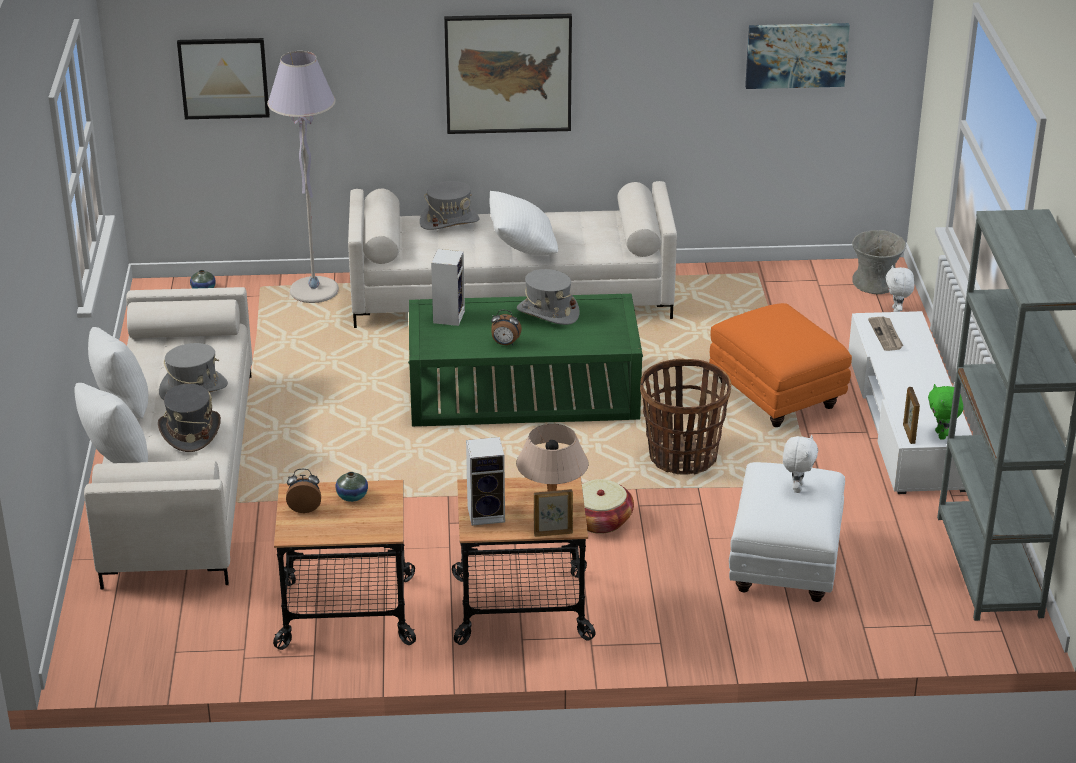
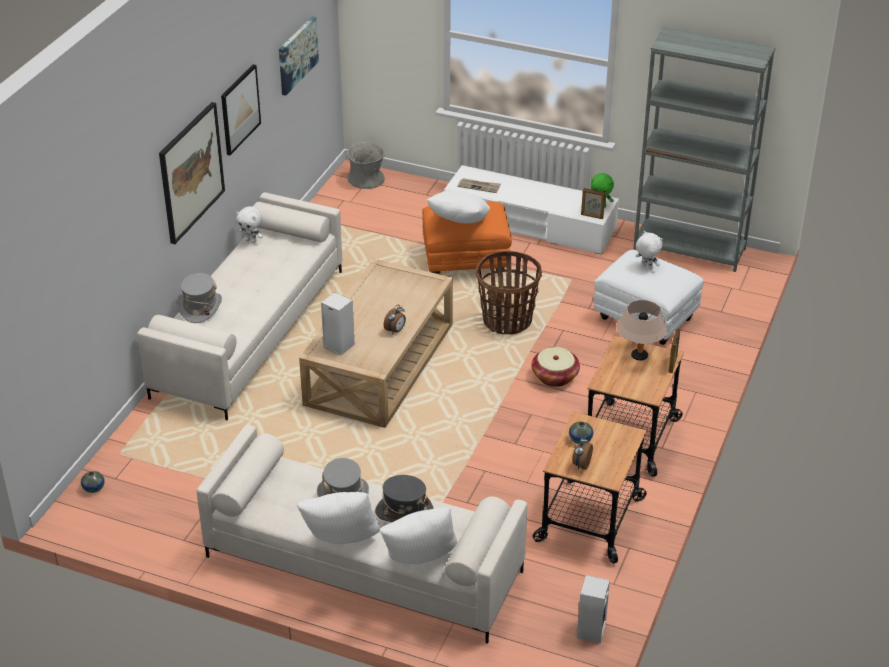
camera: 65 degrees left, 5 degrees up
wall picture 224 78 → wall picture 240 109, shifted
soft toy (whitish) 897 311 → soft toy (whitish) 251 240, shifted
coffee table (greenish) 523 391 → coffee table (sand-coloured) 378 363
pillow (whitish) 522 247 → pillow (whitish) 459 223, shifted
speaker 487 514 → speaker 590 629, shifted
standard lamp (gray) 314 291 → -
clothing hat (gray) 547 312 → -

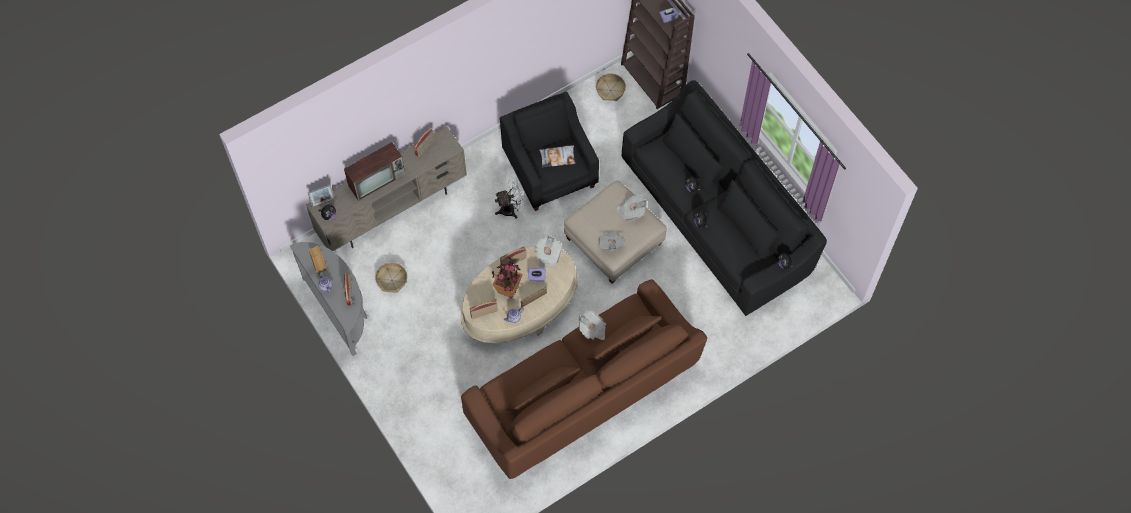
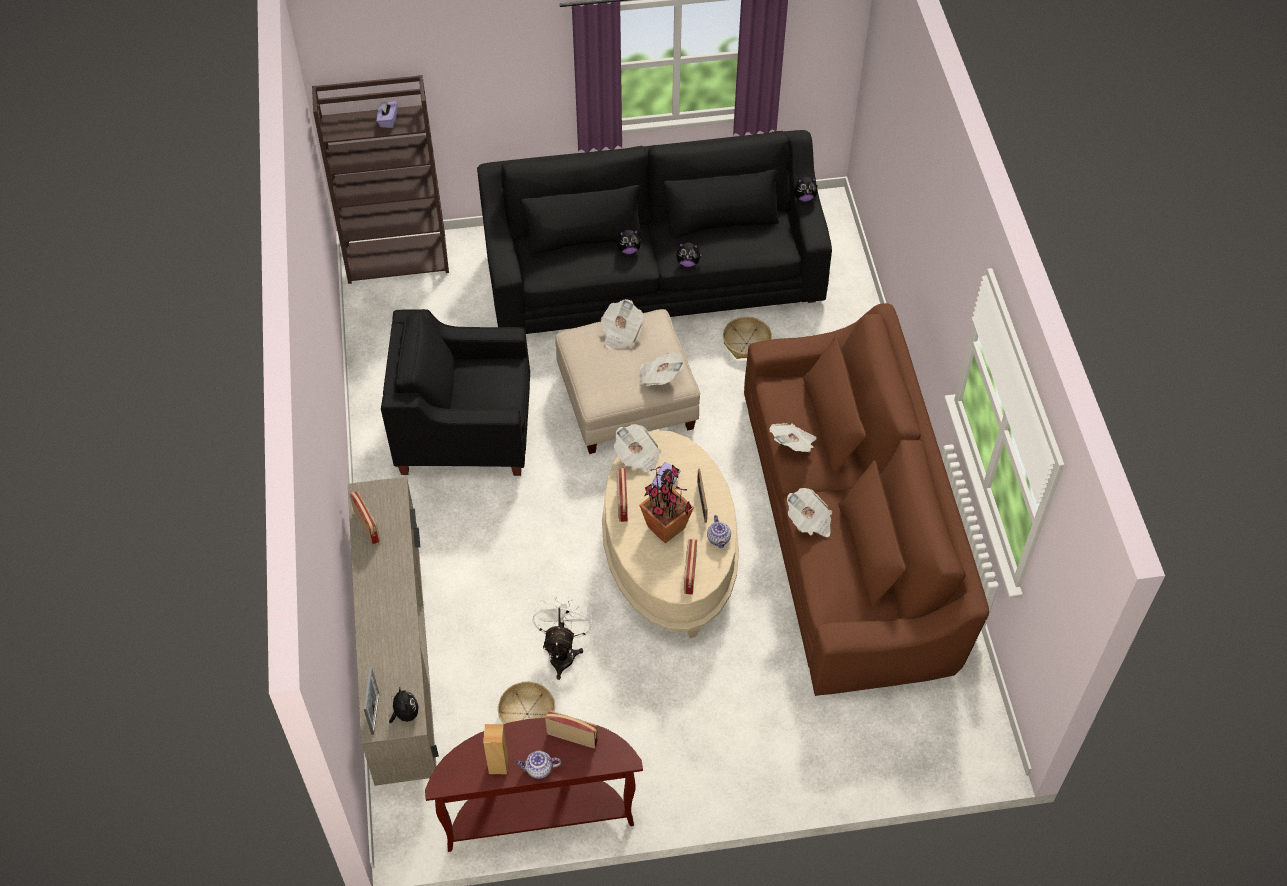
camera: 65 degrees left, 10 degrees down
console table (gray) 340 310 → console table (brown-coloured) 538 812
cooling fan (whitish) 511 209 → cooling fan (whitish) 562 652, shifted
storage basket 610 90 → storage basket 746 343, shifted
- → newspaper 809 521
TV set 377 179 → -
pillow 557 157 → -

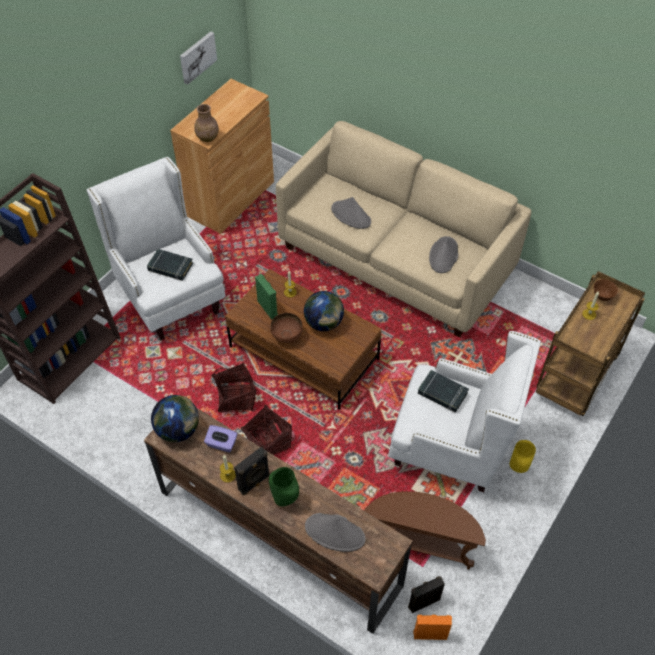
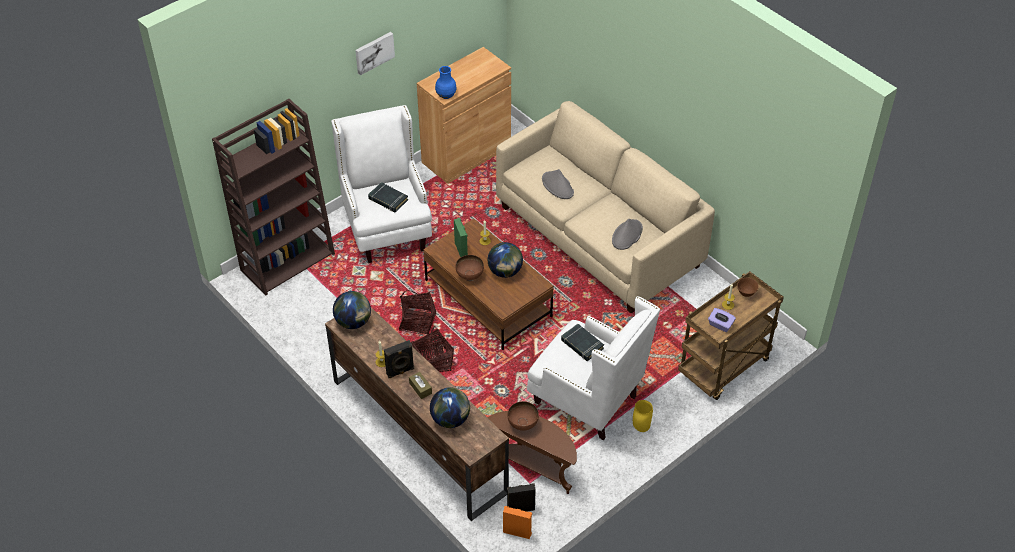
camera: 15 degrees right, 5 degrees down
wall picture 197 57 → wall picture 374 52, shifted
decorative vase (greenish) 285 499 → tissue holder (brown-coloured) 420 388
clothing hat (gray) 335 532 → world globe 450 419
decorative vase (brown-coloured) 208 138 → decorative vase (blue) 446 95
- → deep dish (brown-coloured) 523 425
tissue holder (purple-coloured) 221 444 → tissue holder (purple-coloured) 720 325, shifted

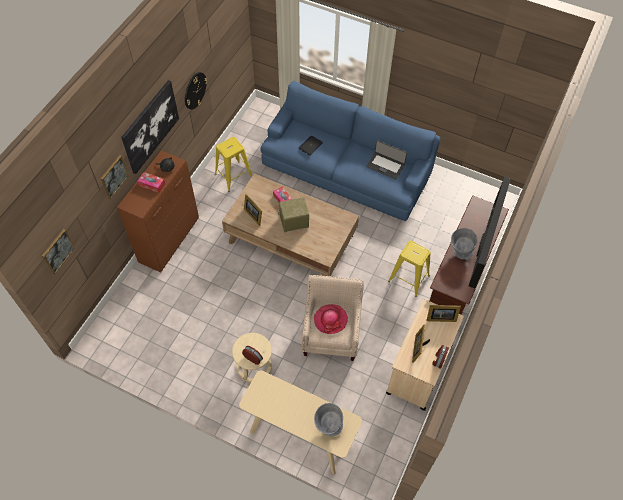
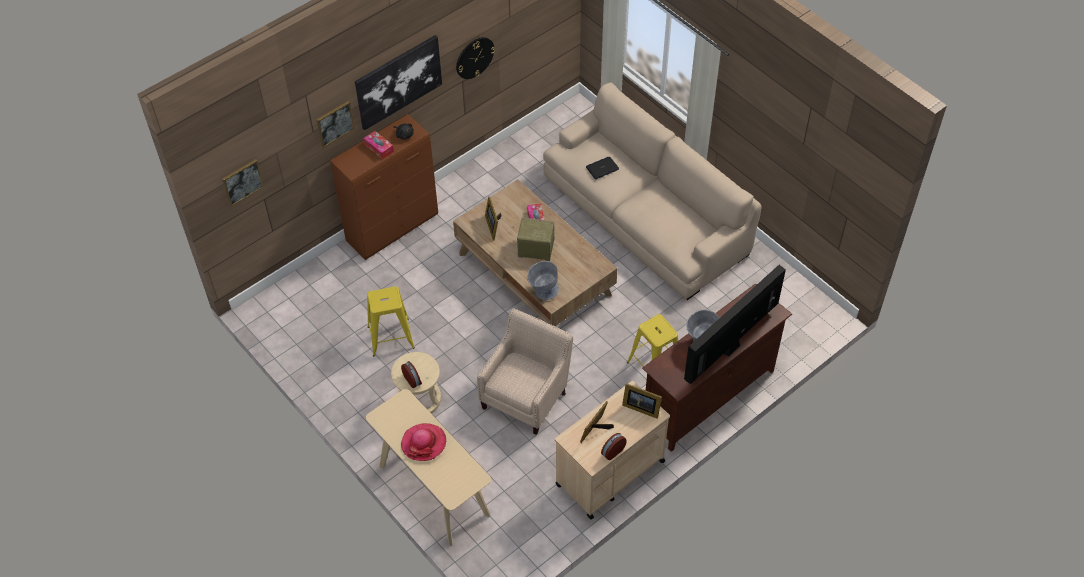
camera: 25 degrees right, 5 degrees down
stool (yellow-coloured) 233 176 → stool (yellow-coloured) 391 337, shifted
clothing hat 330 319 → clothing hat 424 443, shifted
deep dish (gray) 327 426 → deep dish (gray) 542 291, shifted
sofa (blue) 346 170 → sofa (sand-coloured) 645 216
notebook computer 385 165 → -

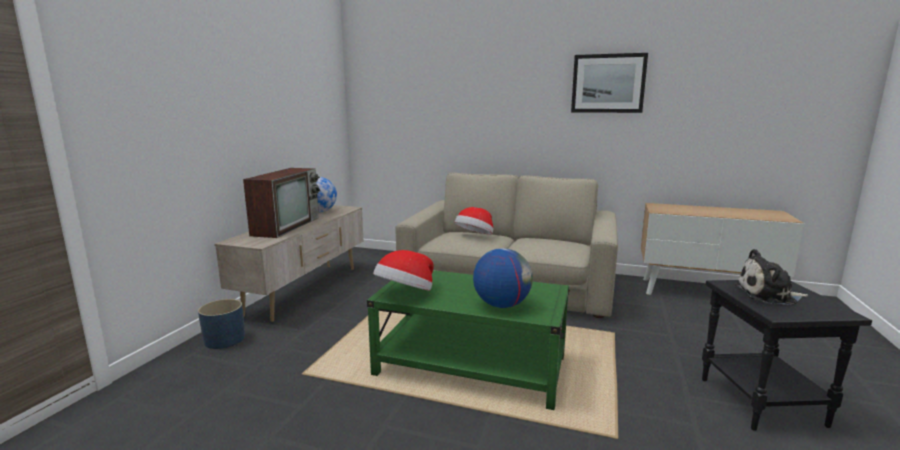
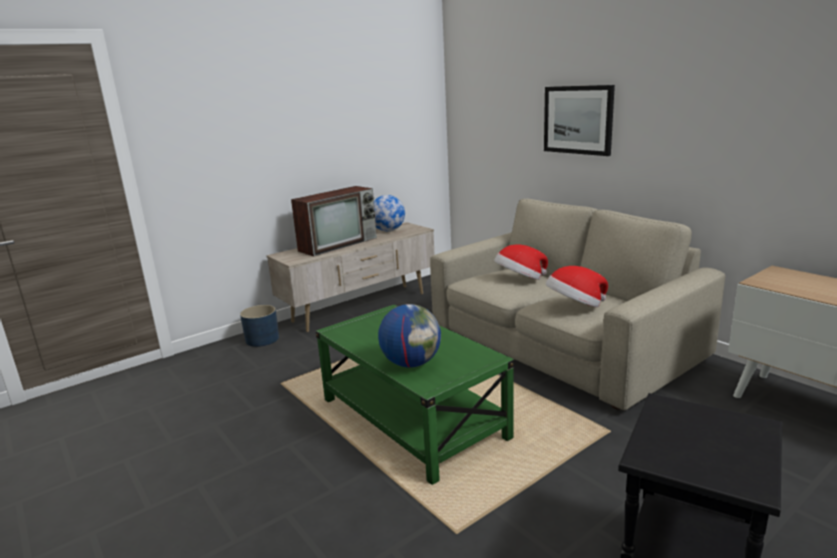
camera: 35 degrees right, 5 degrees up
wall picture 608 83 → wall picture 578 120, shifted
clothing hat 405 294 → clothing hat 575 306, shifted
soft toy 769 295 → -

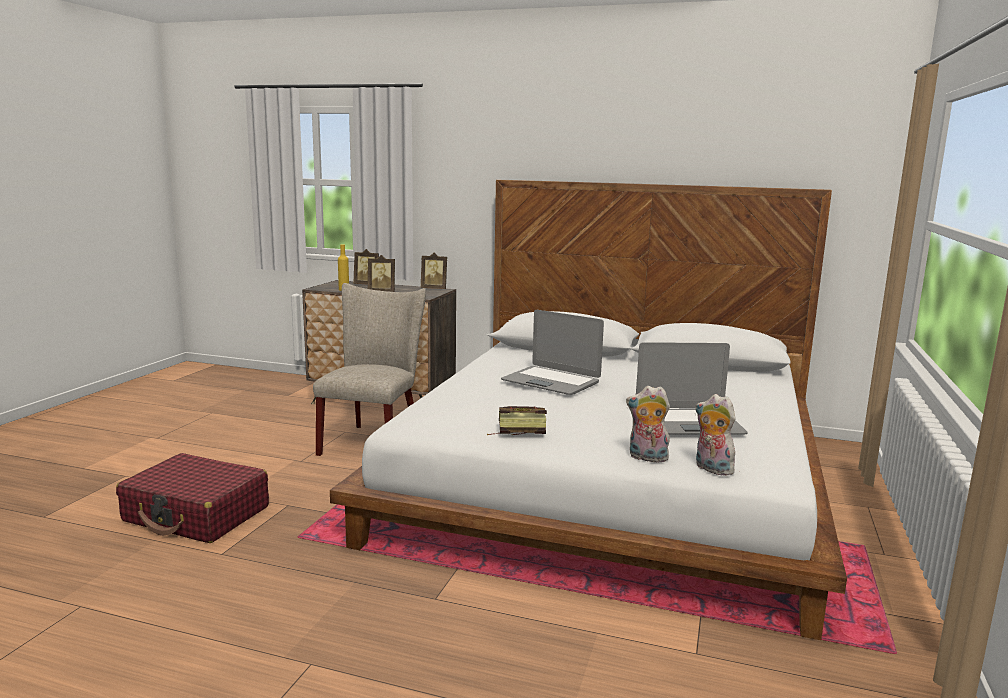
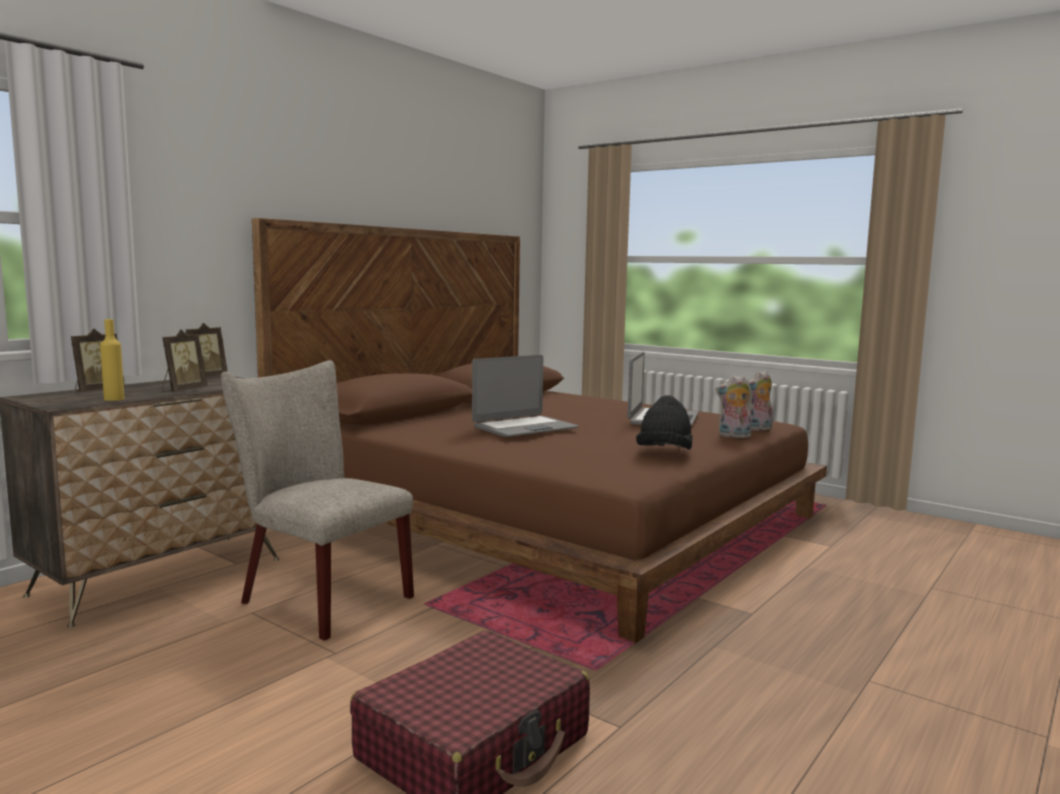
camera: 70 degrees left, 5 degrees down
bedroom bed (whitish) 608 483 → bedroom bed (brown-coloured) 551 517
bound book 516 432 → clothing hat (black-coloured) 664 453
soft toy 646 458 → soft toy 733 436, 60 degrees clockwise

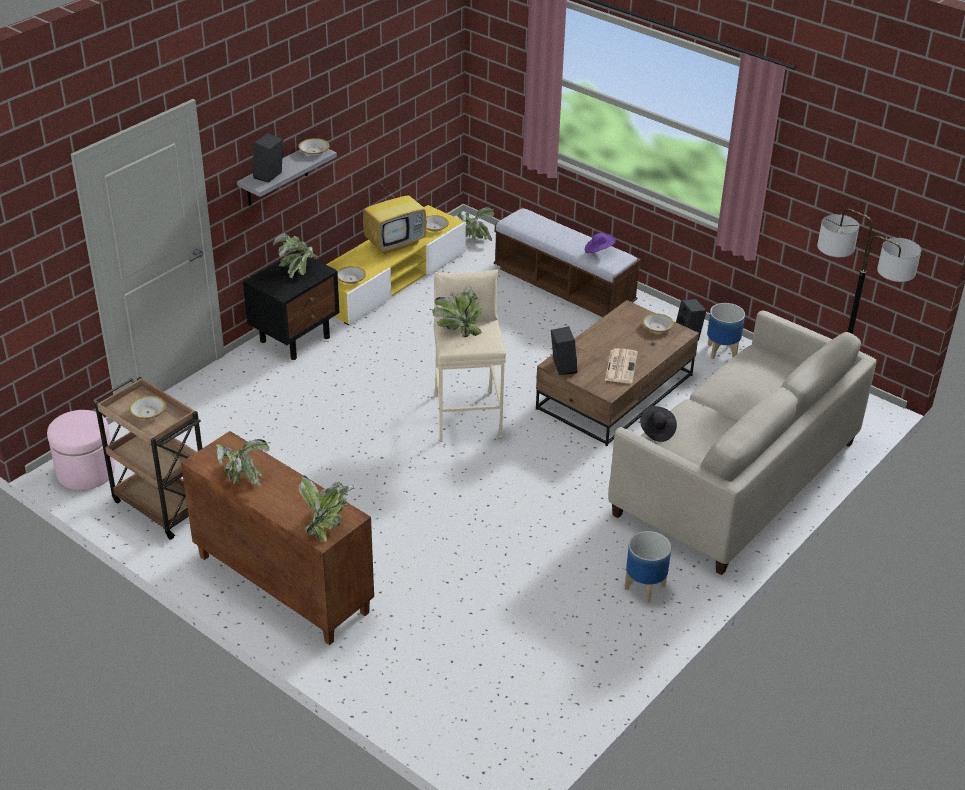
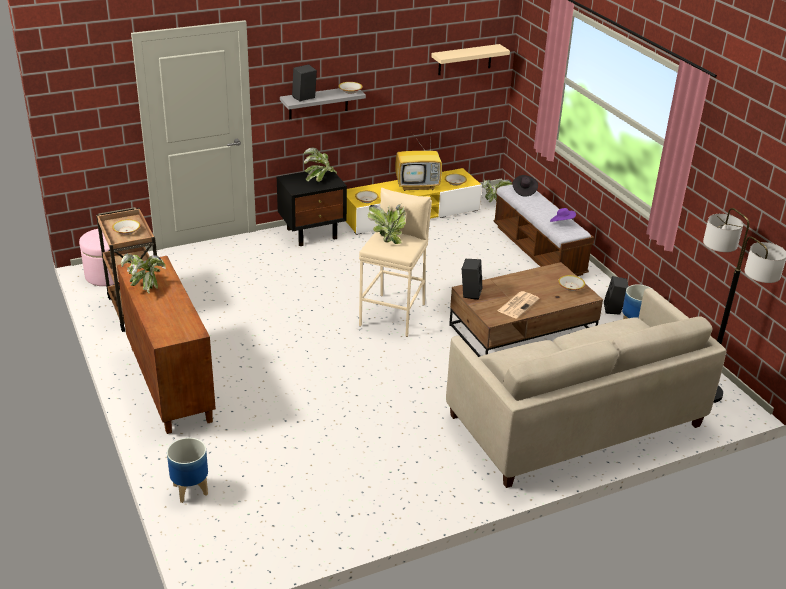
camera: 25 degrees right, 5 degrees down
flower pot 644 588 → flower pot 190 490, shifted
- → wall shelf (sand-coloured) 465 59
clothing hat (black-coloured) 656 430 → clothing hat (black-coloured) 524 191, shifted
houseplant 327 523 → -

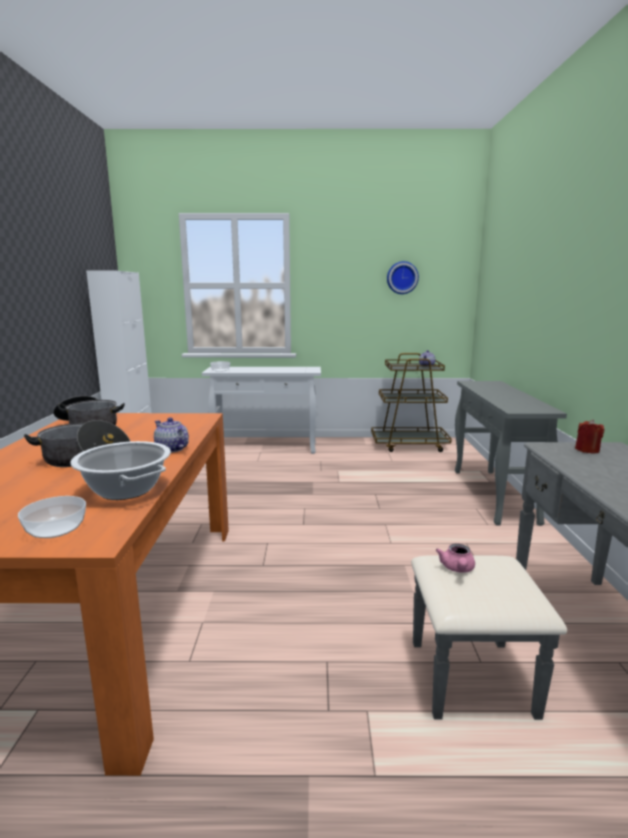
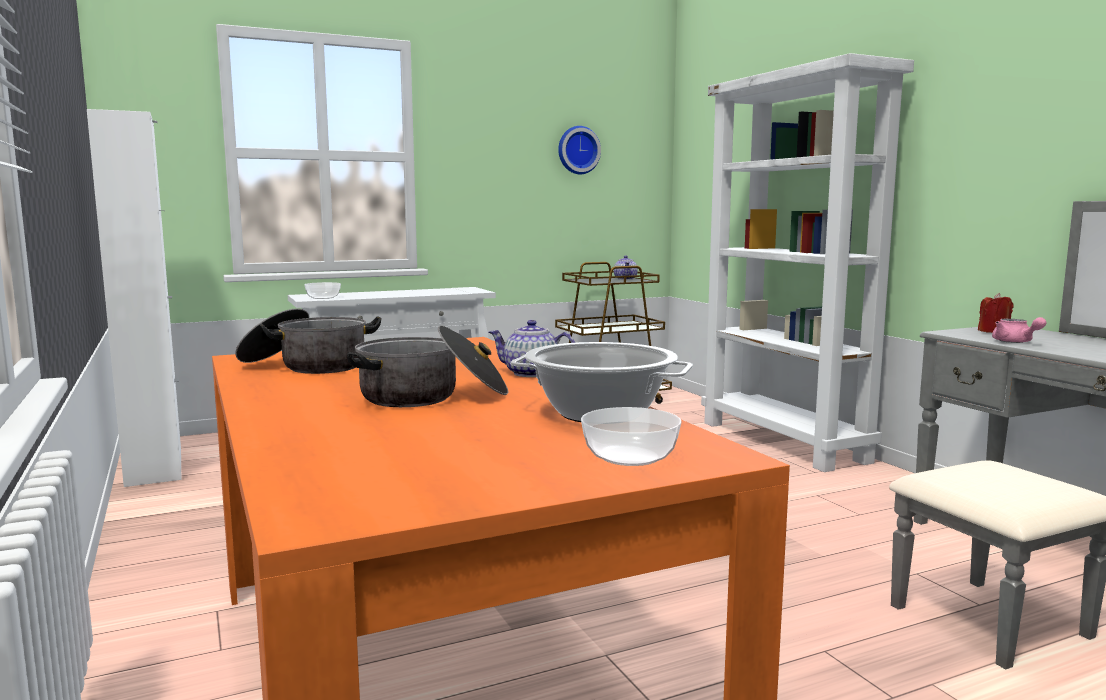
camera: 25 degrees left, 5 degrees down
console table (gray) 494 496 → bookshelf (whitish) 784 442
teapot (pinkish) 457 569 → teapot (pinkish) 1015 342, shifted

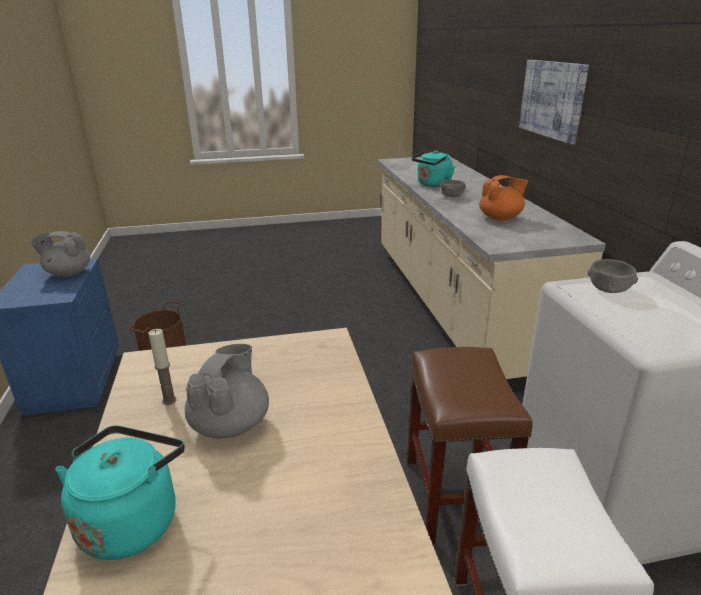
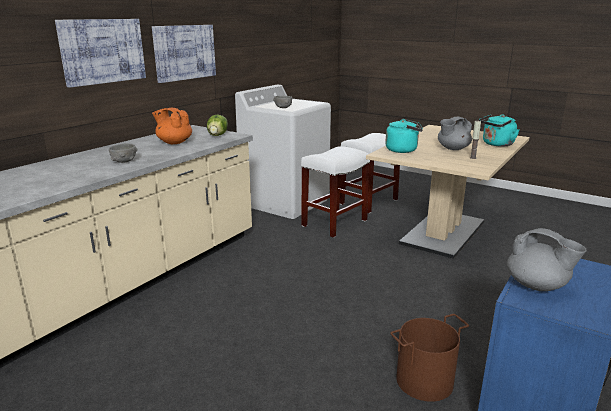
camera: 135 degrees left, 5 degrees down
- → wall picture 184 52
- → lettuce head 218 135
stool (brown-coloured) 456 497 → stool (whitish) 334 223
tea kettle (turquoise) 432 184 → tea kettle (turquoise) 403 150, shifted

